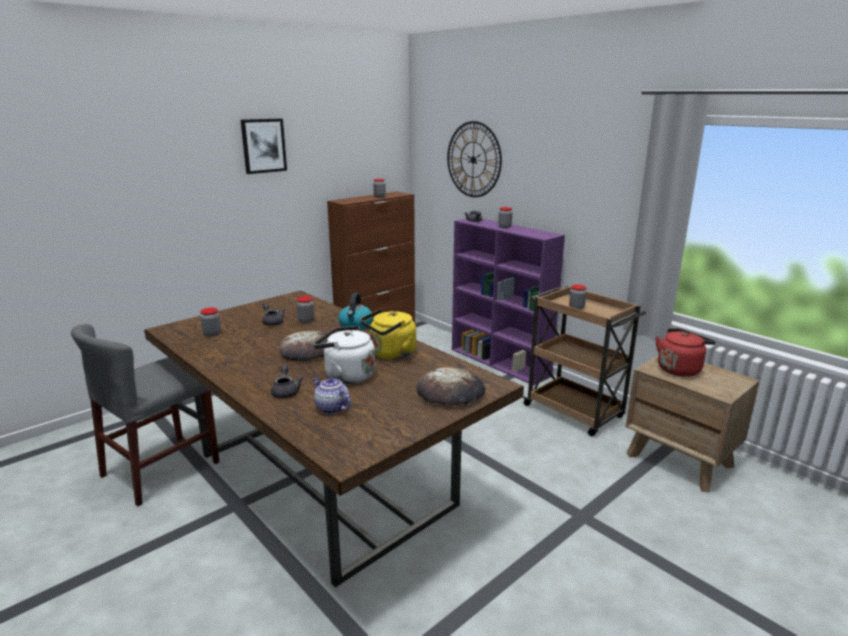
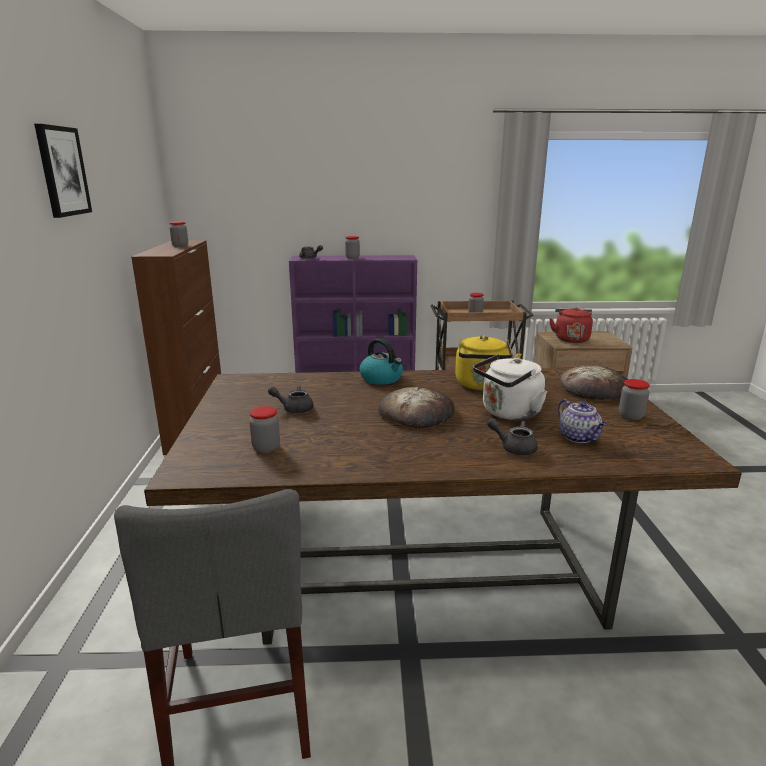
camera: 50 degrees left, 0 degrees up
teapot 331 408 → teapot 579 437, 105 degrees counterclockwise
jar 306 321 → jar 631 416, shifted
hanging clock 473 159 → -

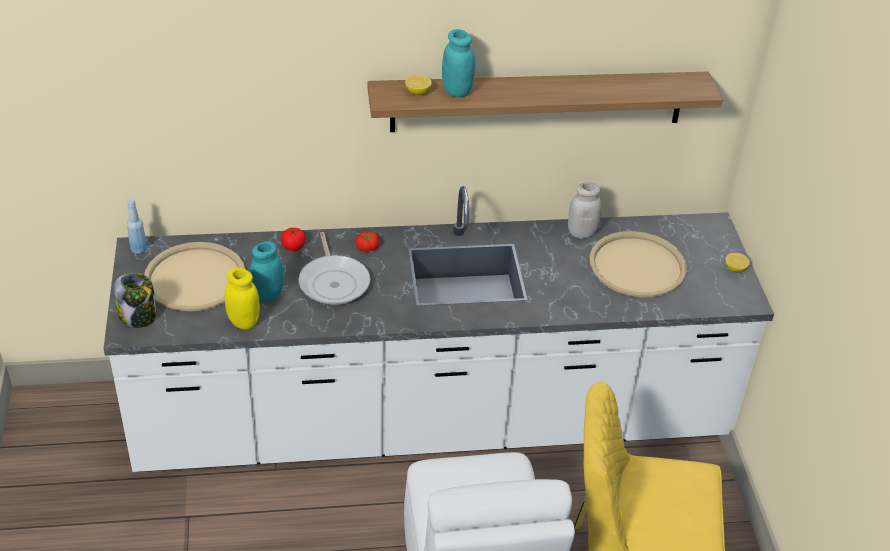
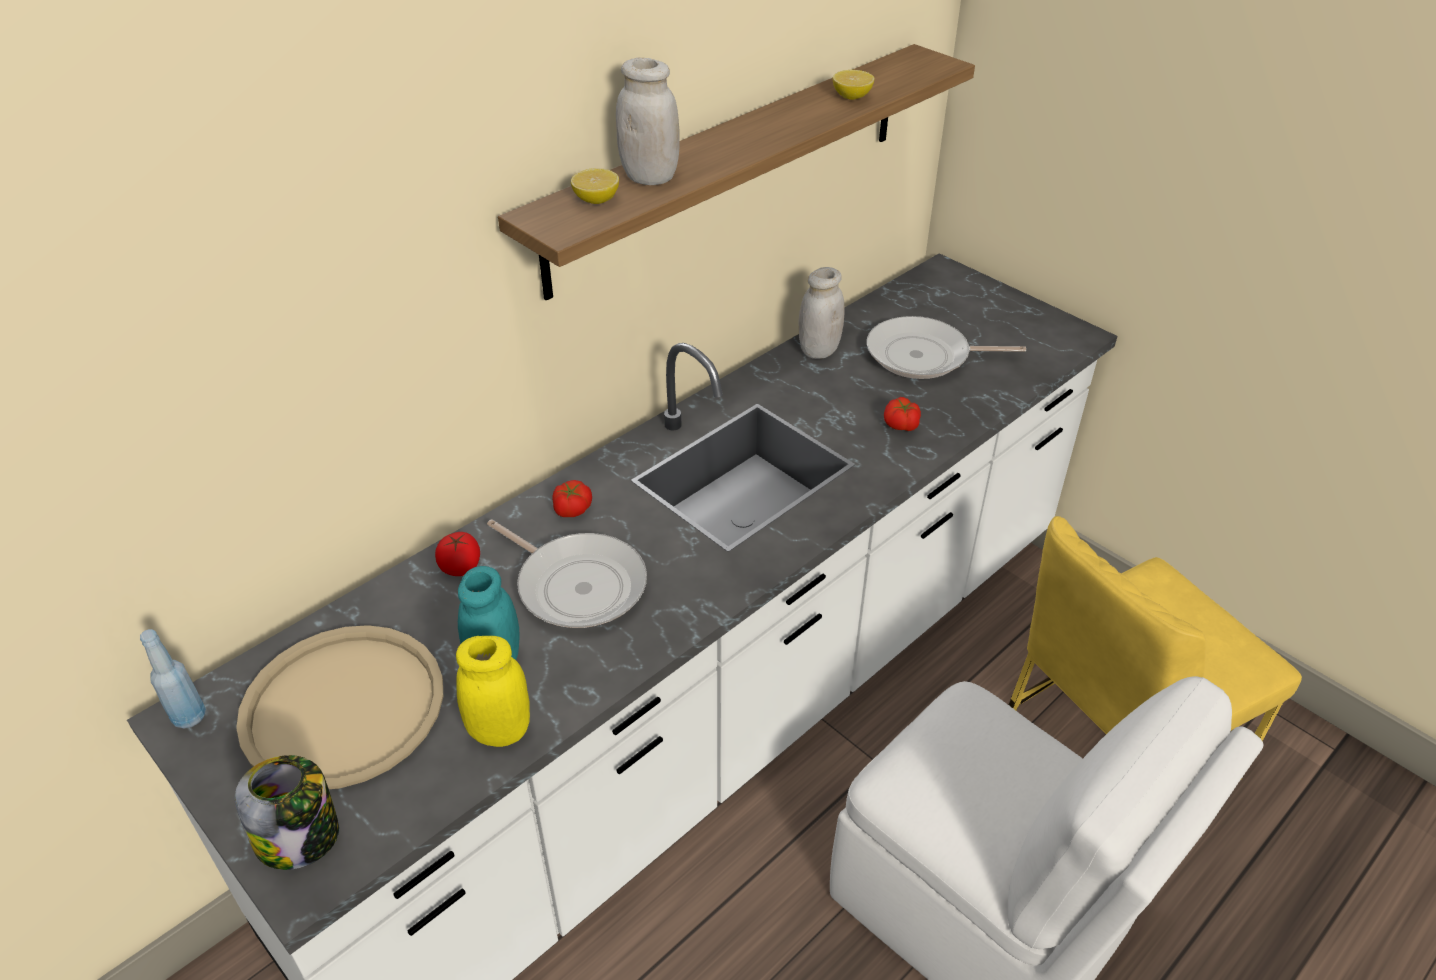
camera: 35 degrees left, 0 degrees up
jar (turquoise) 457 91 → jar (whitish) 650 177
citrus fruit 735 269 → citrus fruit 852 97, shifted
tray (sand-coloured) 637 265 → skillet 924 356
- → whole tomato 900 425

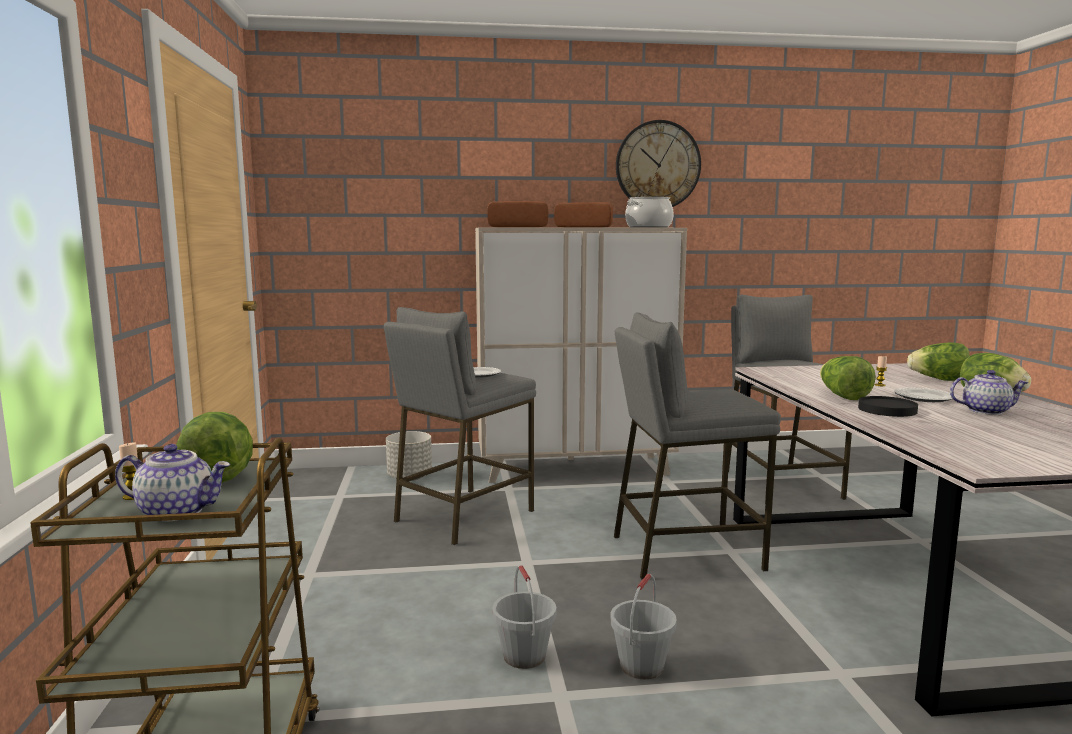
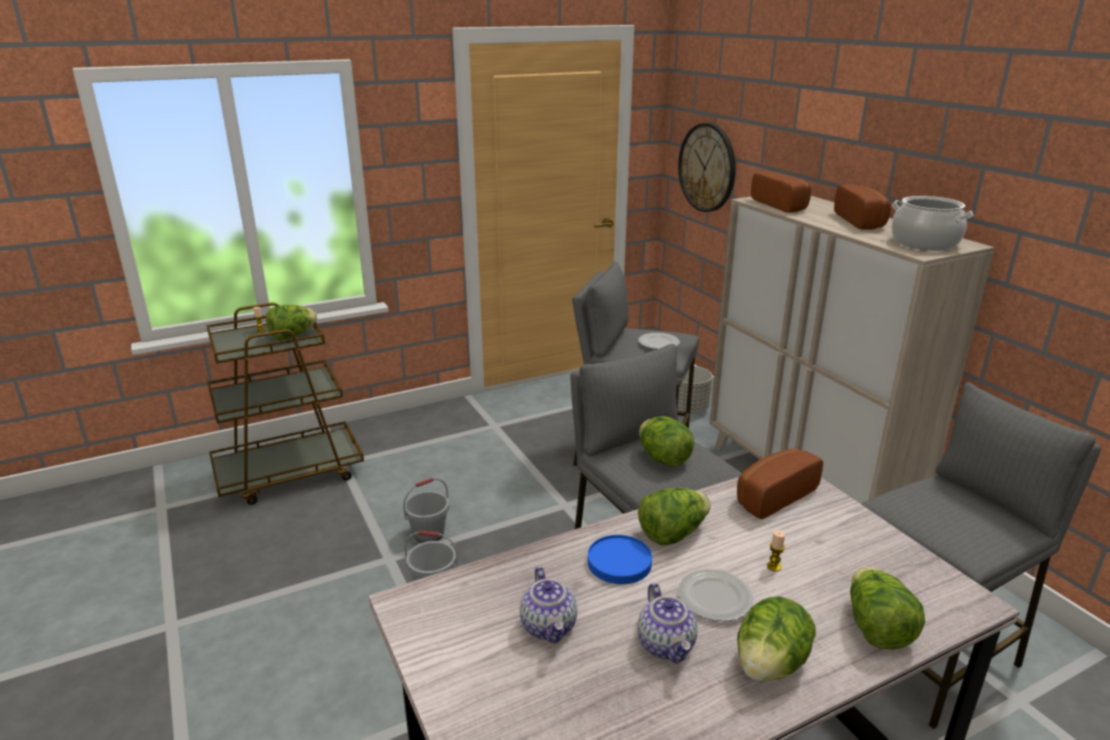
camera: 70 degrees right, 15 degrees up
teapot 178 512 → teapot 549 626, shifted
plate (black-coloured) 887 410 → plate (blue) 619 563
- → lettuce head 663 459
hanging clock 657 165 → hanging clock 707 167, shifted
- → baked bread 772 495

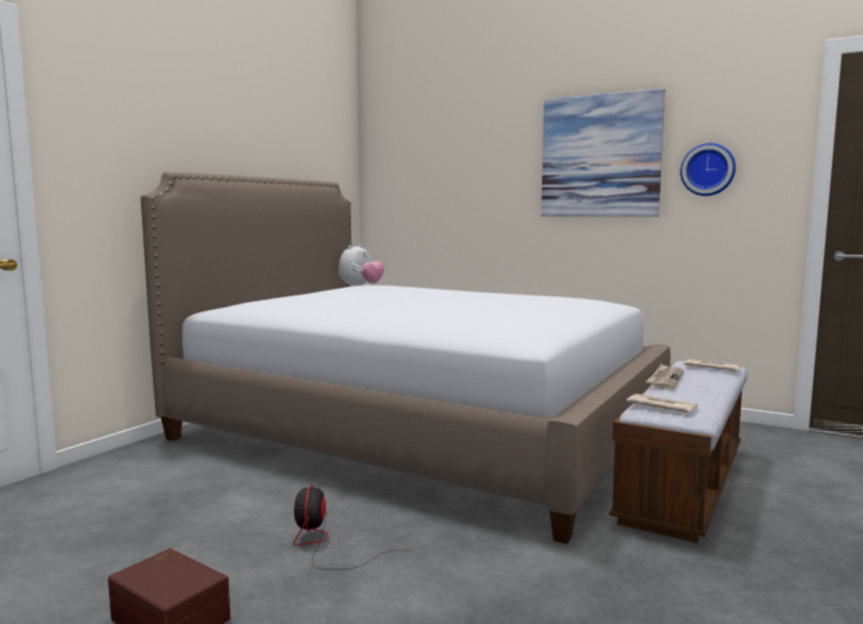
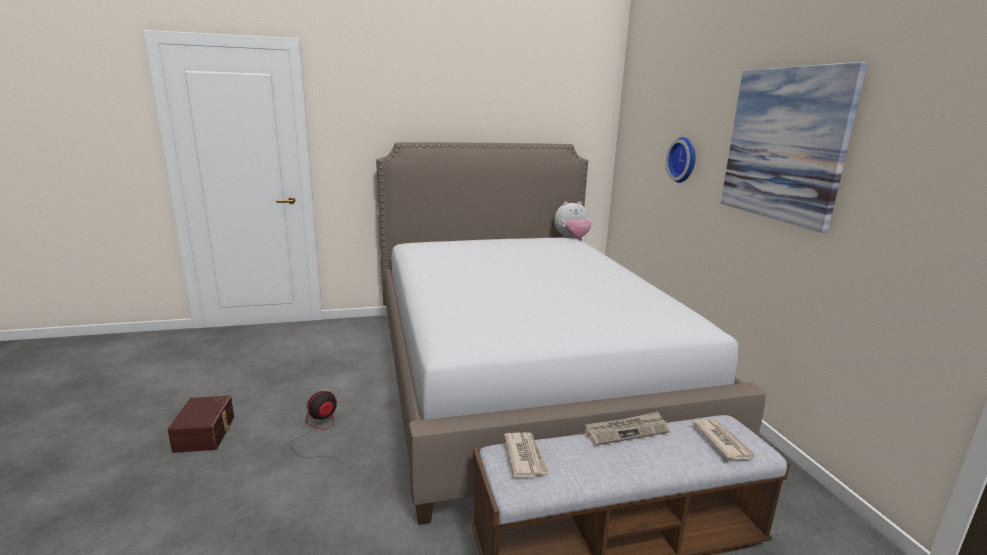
camera: 45 degrees right, 10 degrees up
hanging clock 708 170 → hanging clock 684 160, shifted

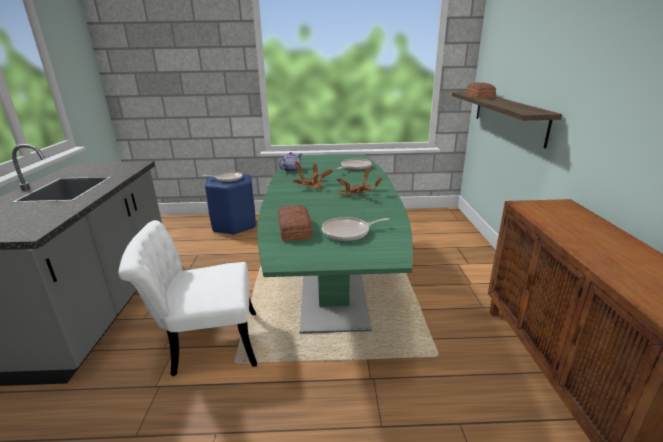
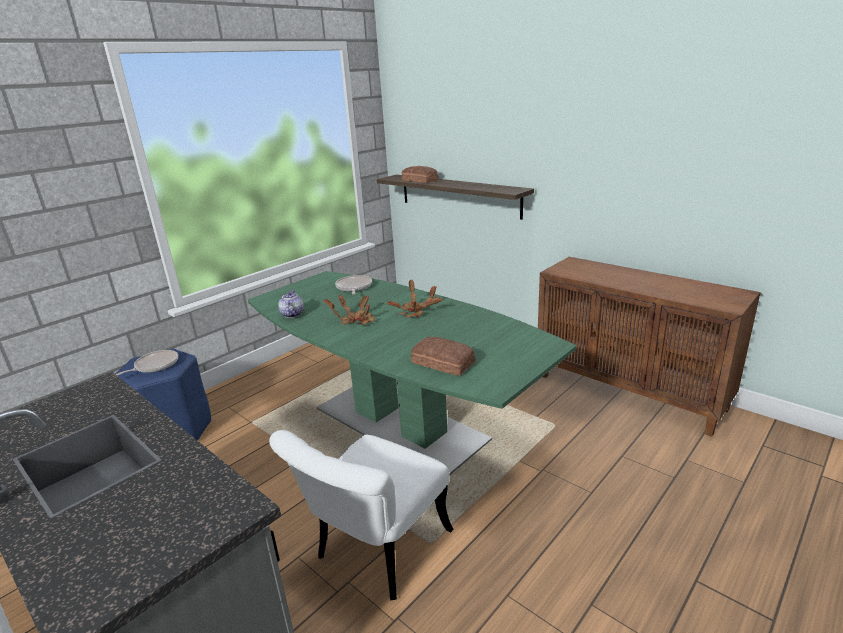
camera: 45 degrees left, 0 degrees up
skillet 348 232 → -

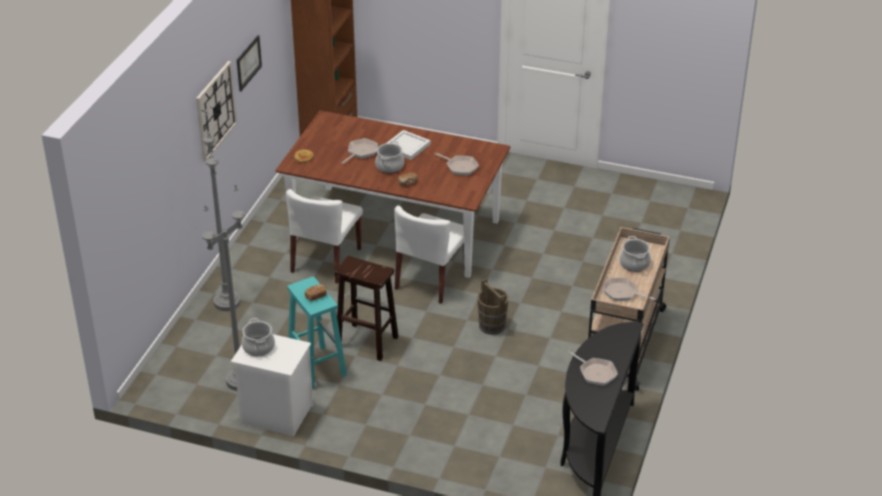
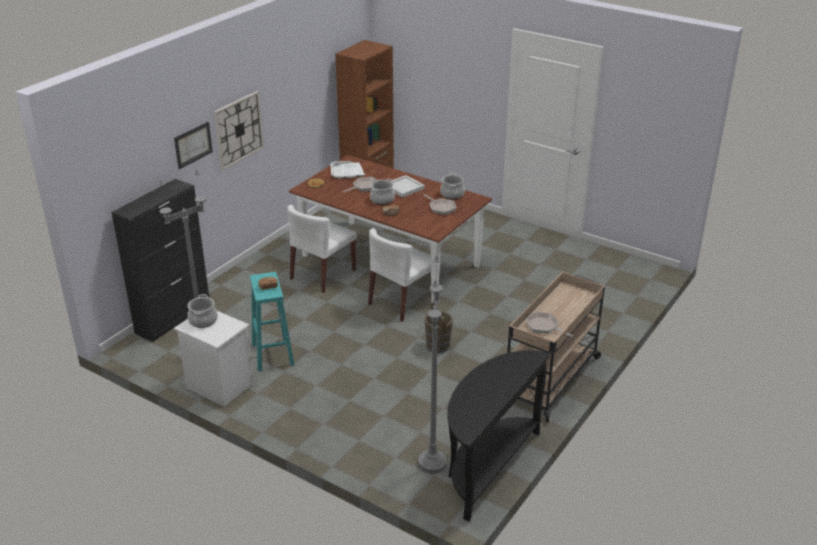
camera: 15 degrees right, 5 degrees down
- → cupboard (black-coloured) 173 318
wall picture 248 63 → wall picture 193 145, shifted
- → tray (whitish) 346 171
standard lamp (gray) 227 302 → standard lamp (gray) 432 463, shifted
stockpot 634 264 → stockpot 452 194, shifted
stool (brown-coloured) 366 342 → -
skillet 595 373 → -

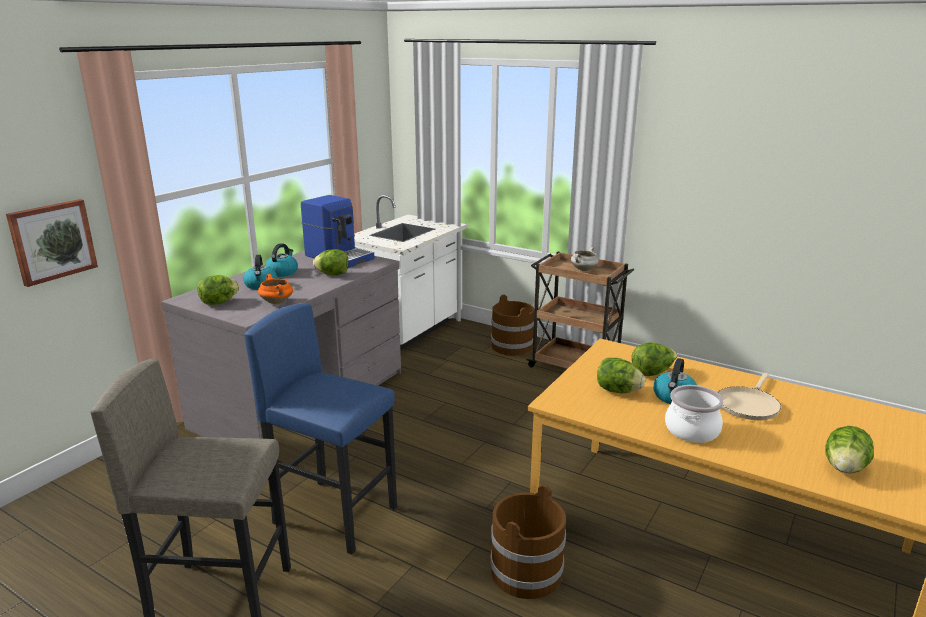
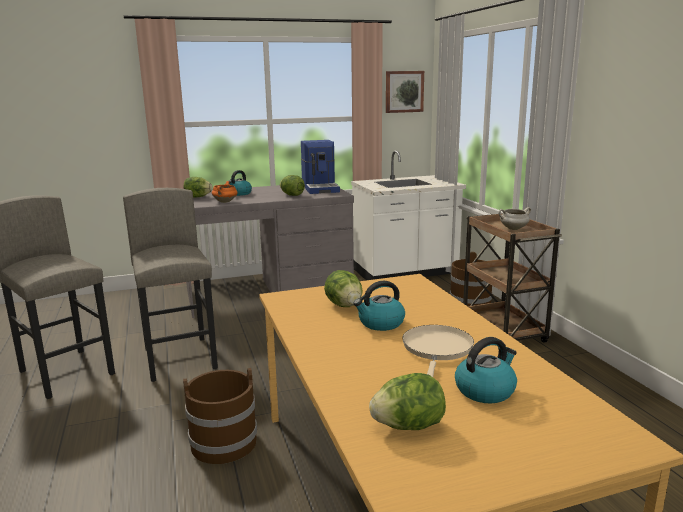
camera: 40 degrees right, 5 degrees down
stool (blue) 335 514 → stool (gray) 180 358
wall picture 52 241 → wall picture 404 91, shifted
skillet (sand-coloured) 748 405 → skillet (sand-coloured) 437 350, 120 degrees clockwise
tea kettle 282 272 → tea kettle 485 390, shifted
lettuce head 652 372 → -
stockpot 692 431 → -

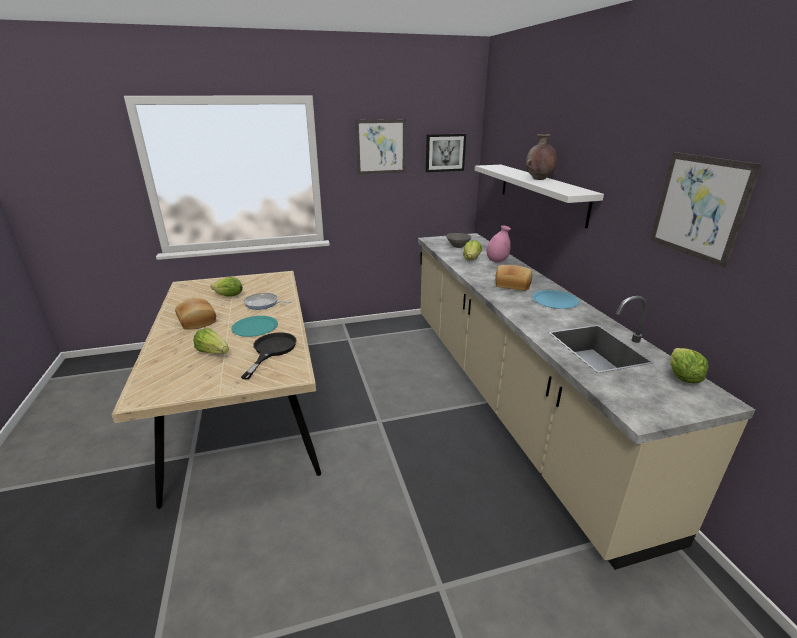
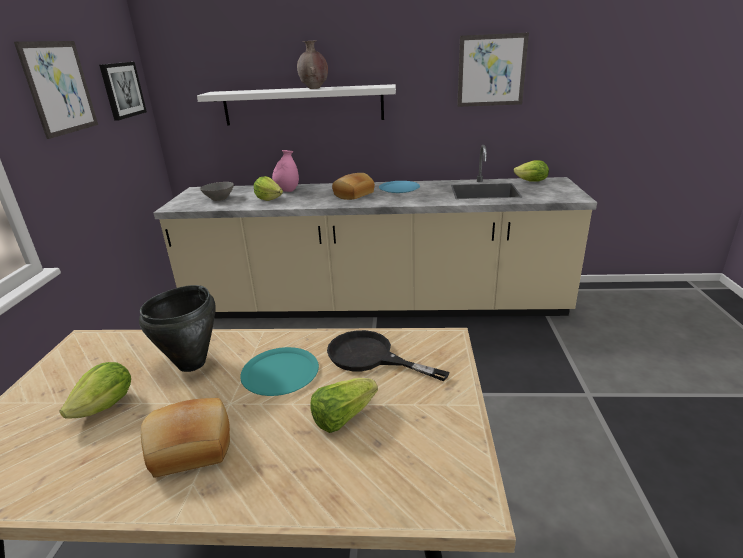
camera: 70 degrees left, 0 degrees up
skillet 263 304 → stockpot (black-coloured) 192 363

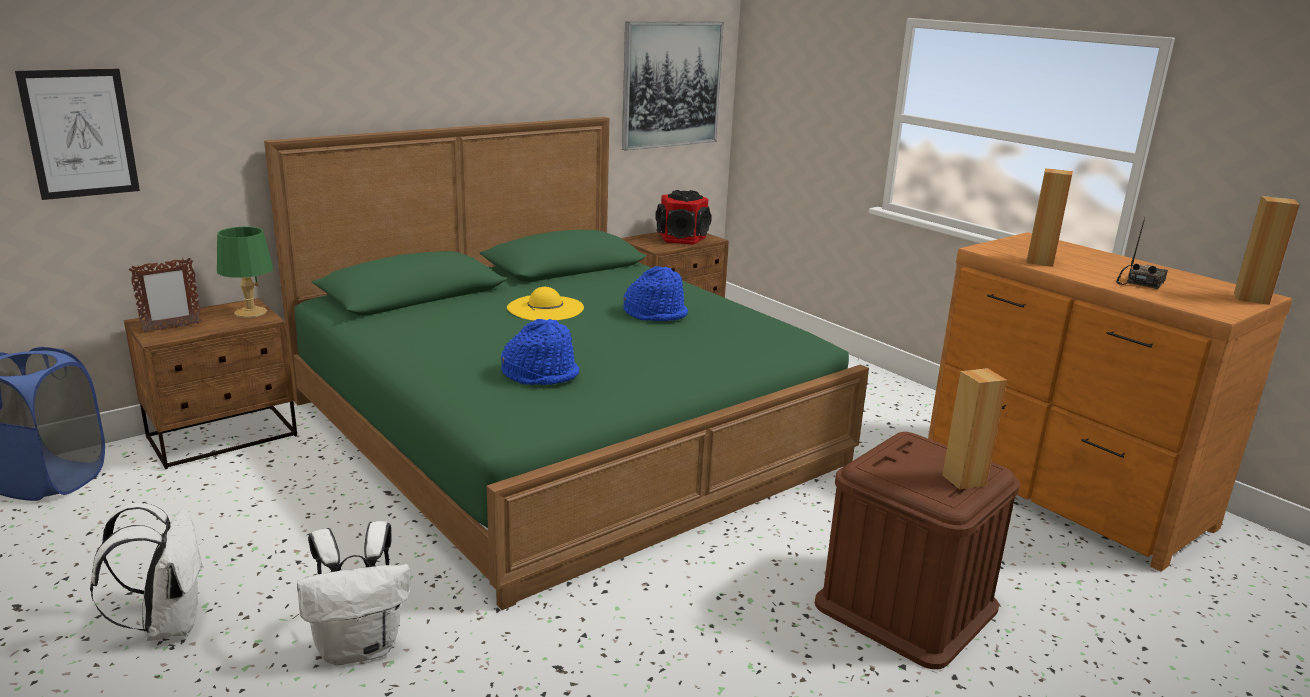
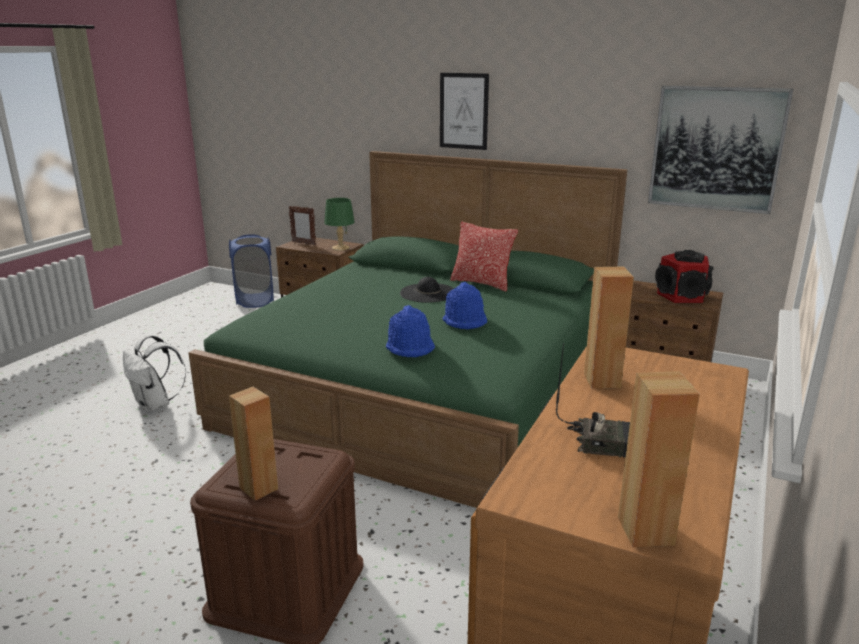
camera: 65 degrees right, 0 degrees up
clothing hat (blue) 541 374 → clothing hat (blue) 410 347, shifted
clothing hat (yellow-coloured) 545 308 → clothing hat (black-coloured) 428 293
wall picture 80 133 → wall picture 463 111, shifted
- → pillow 482 283
backpack (whitish) 168 624 → -

